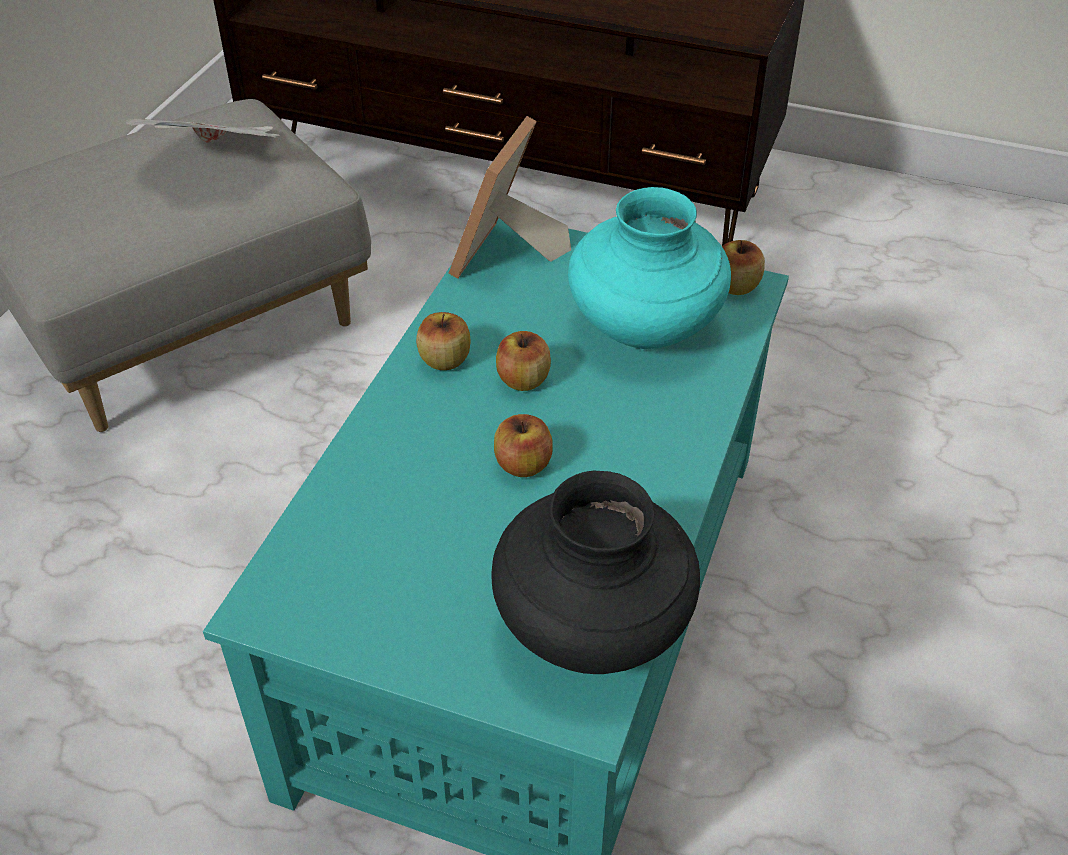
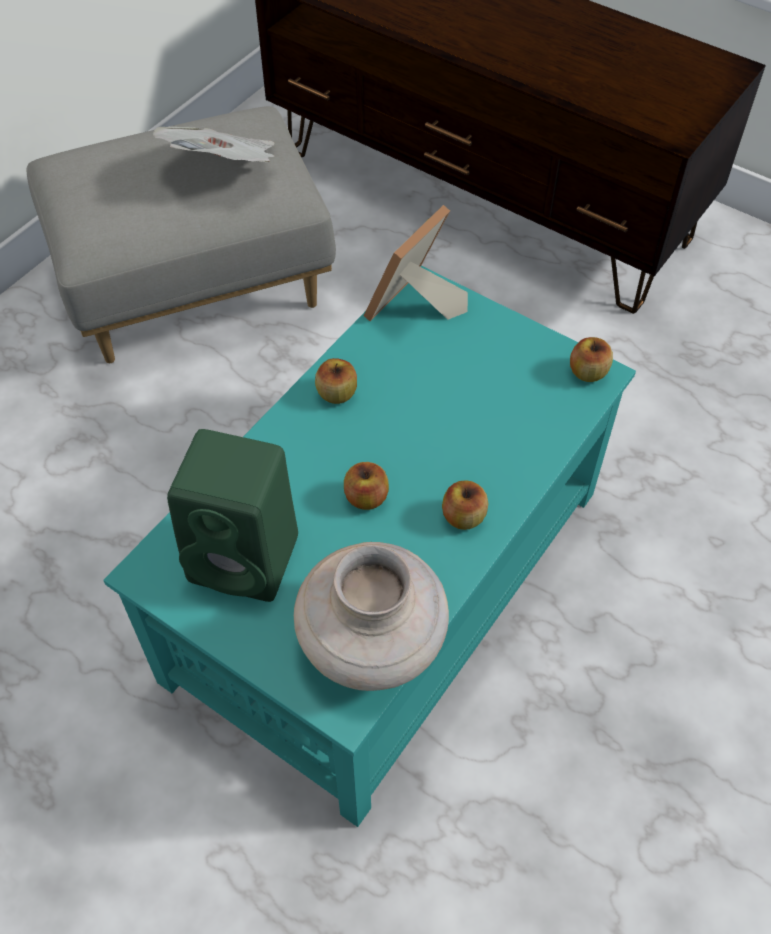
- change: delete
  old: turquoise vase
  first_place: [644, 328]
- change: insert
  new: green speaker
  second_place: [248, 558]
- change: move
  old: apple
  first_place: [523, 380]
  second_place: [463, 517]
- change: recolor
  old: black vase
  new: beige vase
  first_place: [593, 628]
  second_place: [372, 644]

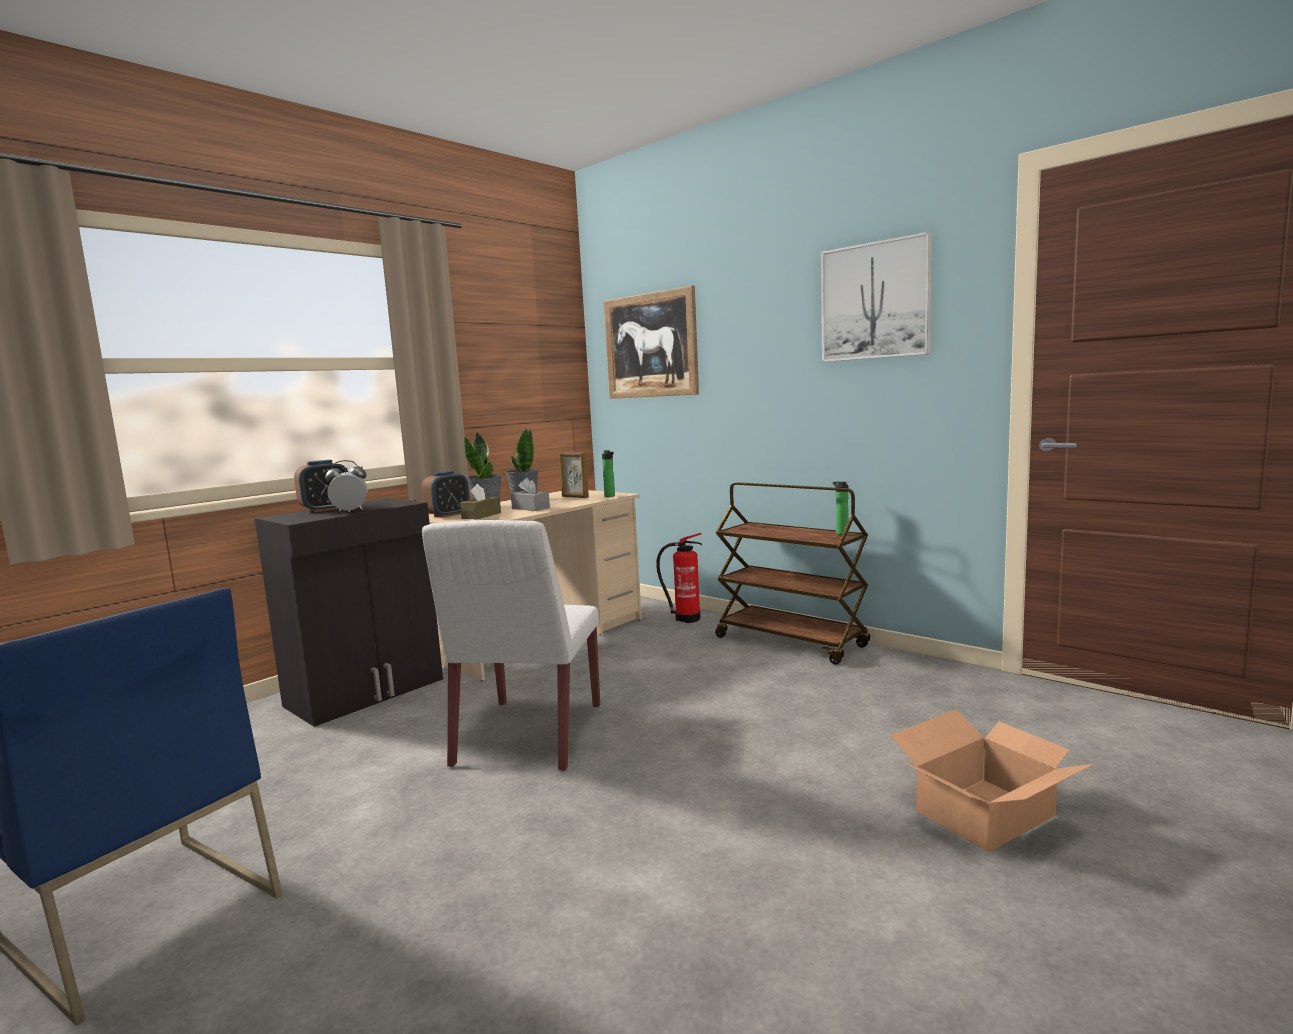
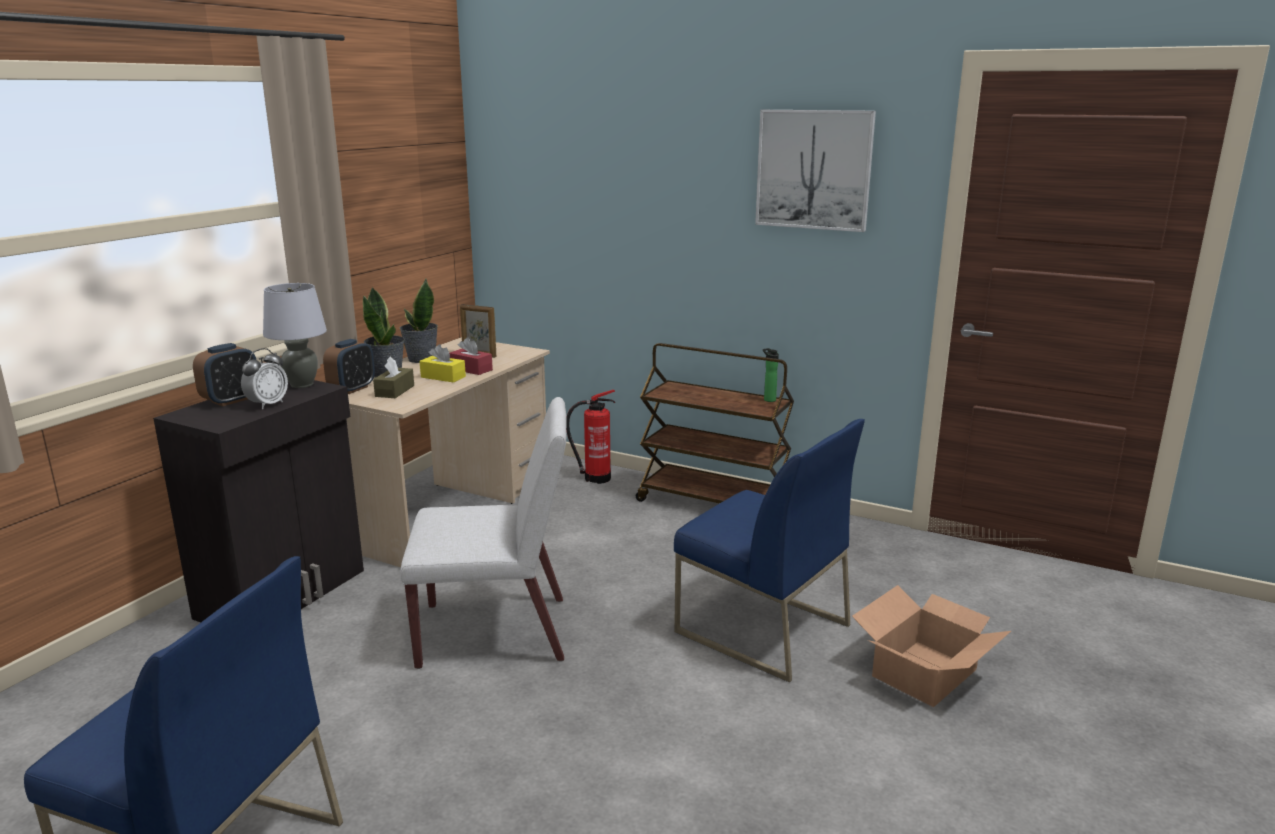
- change: delete
  old: bottle
  first_place: [610, 496]
- change: delete
  old: picture
  first_place: [650, 345]
- change: insert
  new: grey table lamp
  second_place: [302, 384]
- change: insert
  new: red tissue box
  second_place: [471, 369]
- change: insert
  new: blue chair
  second_place: [760, 628]
- change: recolor
  old: grey tissue box
  new: yellow tissue box
  first_place: [530, 508]
  second_place: [443, 377]
- change: rotate
  old: alarm clock
  first_place: [350, 511]
  second_place: [267, 404]
  degrees: 150
- change: rotate
  old: white chair
  first_place: [529, 735]
  second_place: [496, 632]
  degrees: -90

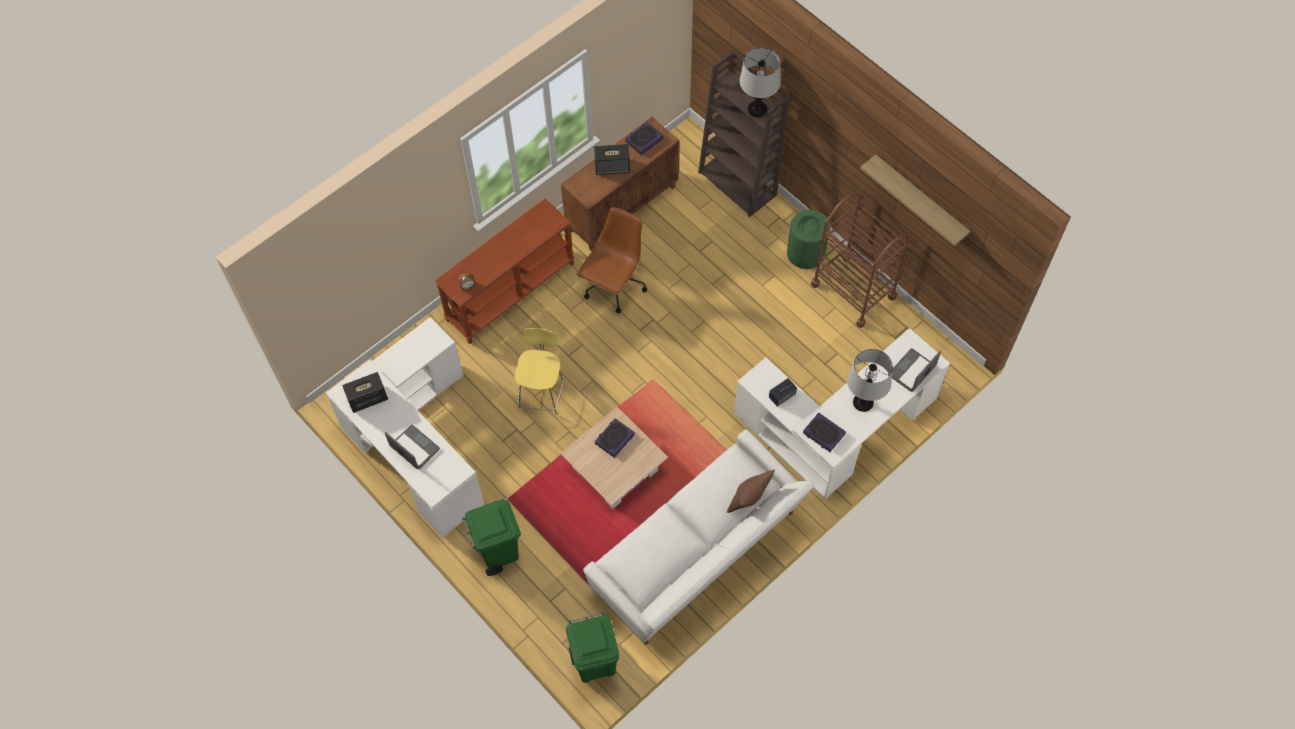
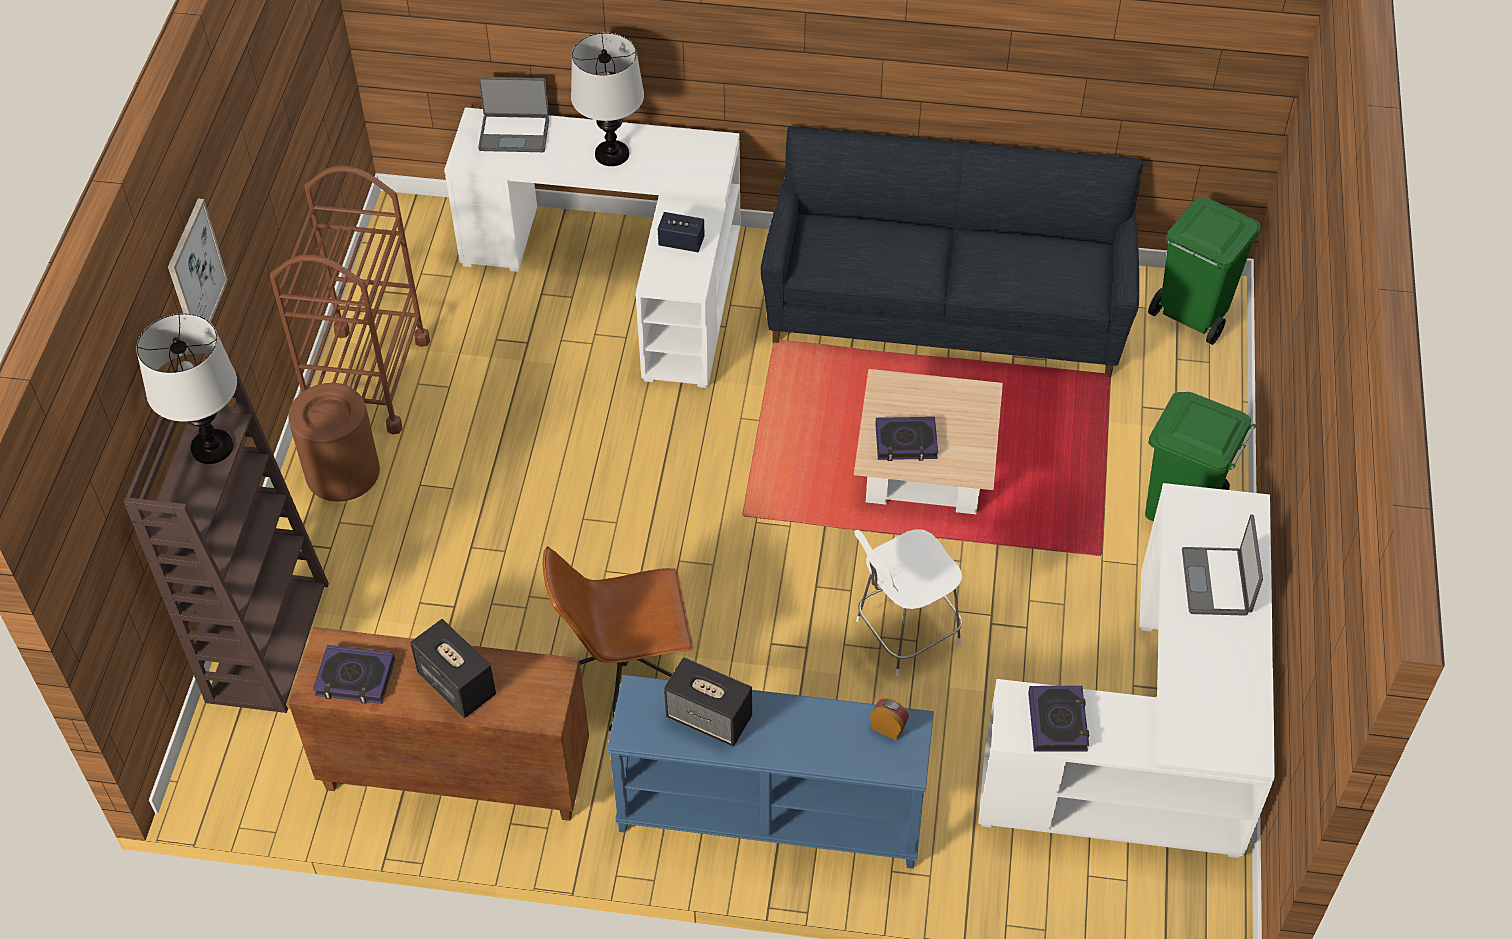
- change: delete
  old: brown pillow
  first_place: [749, 500]
- change: delete
  old: shelf
  first_place: [920, 199]
- change: insert
  new: picture
  second_place: [195, 273]
- change: move
  old: speaker
  first_place: [367, 399]
  second_place: [710, 717]
- change: move
  old: book
  first_place: [823, 434]
  second_place: [1058, 722]
- change: recolor
  old: brown console table
  new: blue console table
  first_place: [510, 291]
  second_place: [769, 816]
- change: recolor
  old: yellow stool
  new: white stool
  first_place: [542, 394]
  second_place: [904, 633]
- change: recolor
  old: white sofa
  new: black sofa
  first_place: [698, 554]
  second_place: [946, 306]
- change: recolor
  old: green trash can
  new: brown trash can
  first_place: [806, 253]
  second_place: [342, 472]

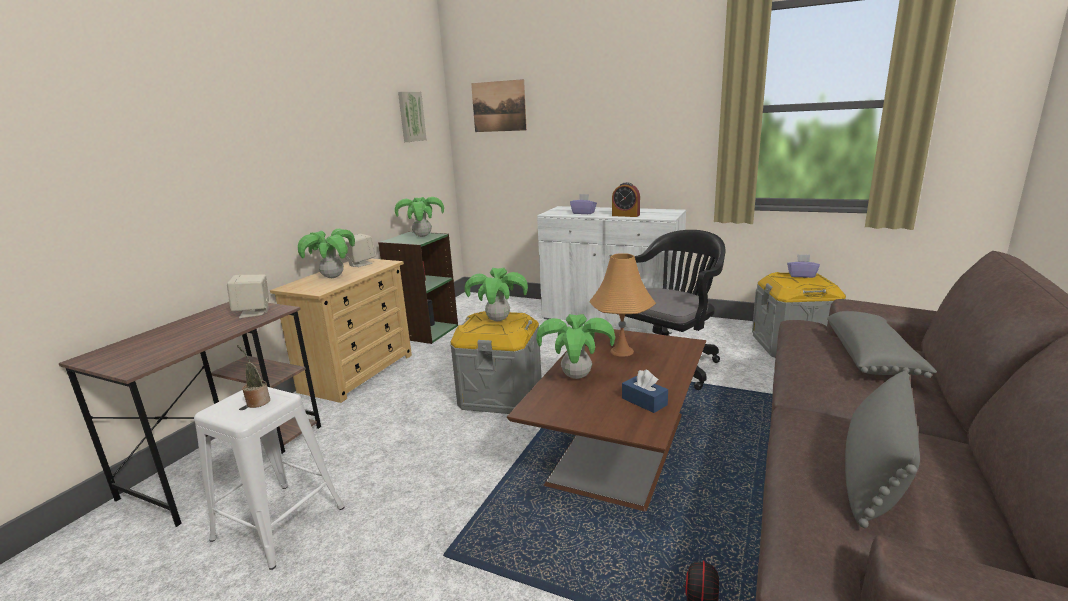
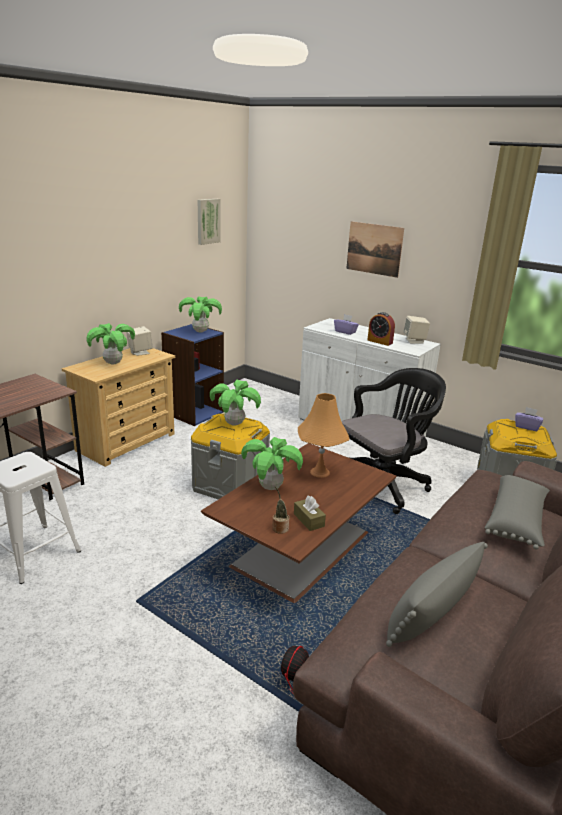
- change: move
  old: beige speaker
  first_place: [253, 312]
  second_place: [414, 341]
- change: move
  old: potted plant
  first_place: [257, 402]
  second_place: [279, 528]
- change: move
  old: picture
  first_place: [499, 106]
  second_place: [374, 249]
- change: recolor
  old: green bookcase
  new: blue bookcase
  first_place: [425, 331]
  second_place: [194, 413]
- change: recolor
  old: blue tissue box
  new: brown tissue box
  first_place: [644, 401]
  second_place: [308, 520]

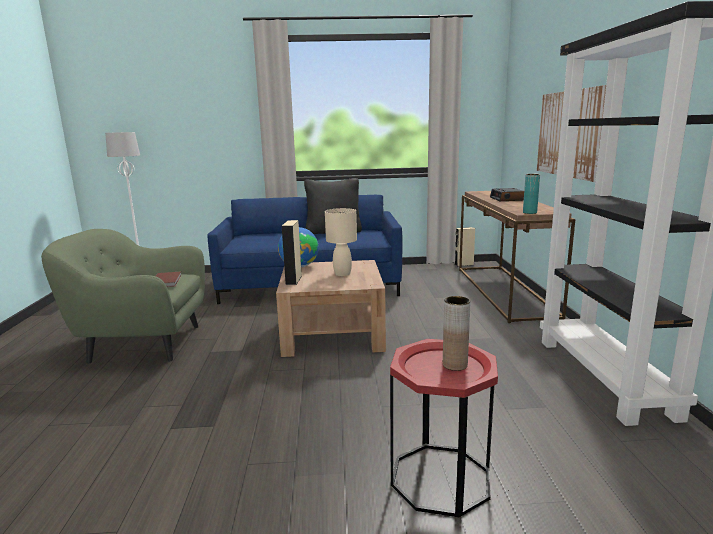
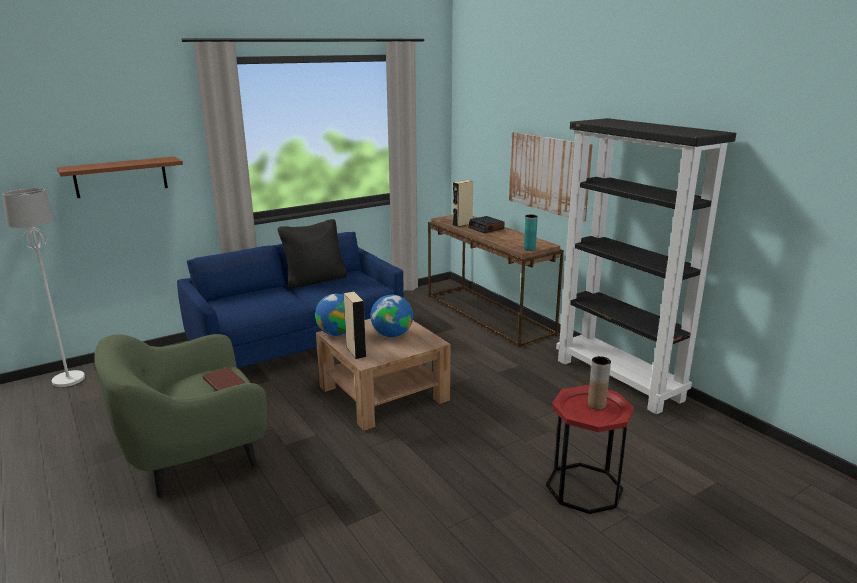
- change: insert
  new: brown shelf
  second_place: [121, 177]
- change: move
  old: beige speaker
  first_place: [464, 264]
  second_place: [462, 224]
- change: replace
  old: beige table lamp
  new: globe
  first_place: [342, 274]
  second_place: [392, 335]

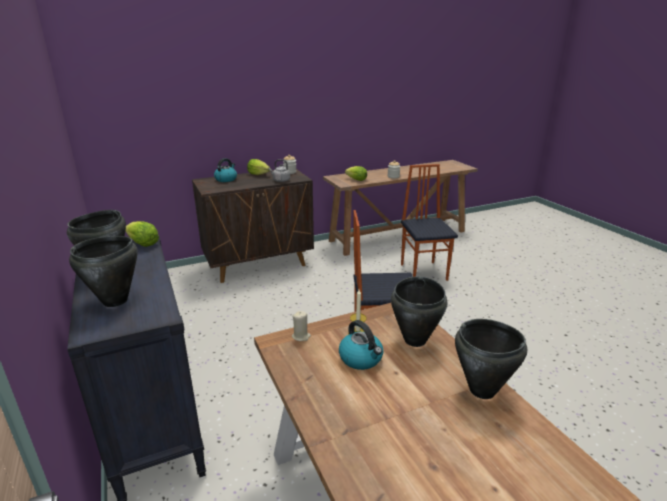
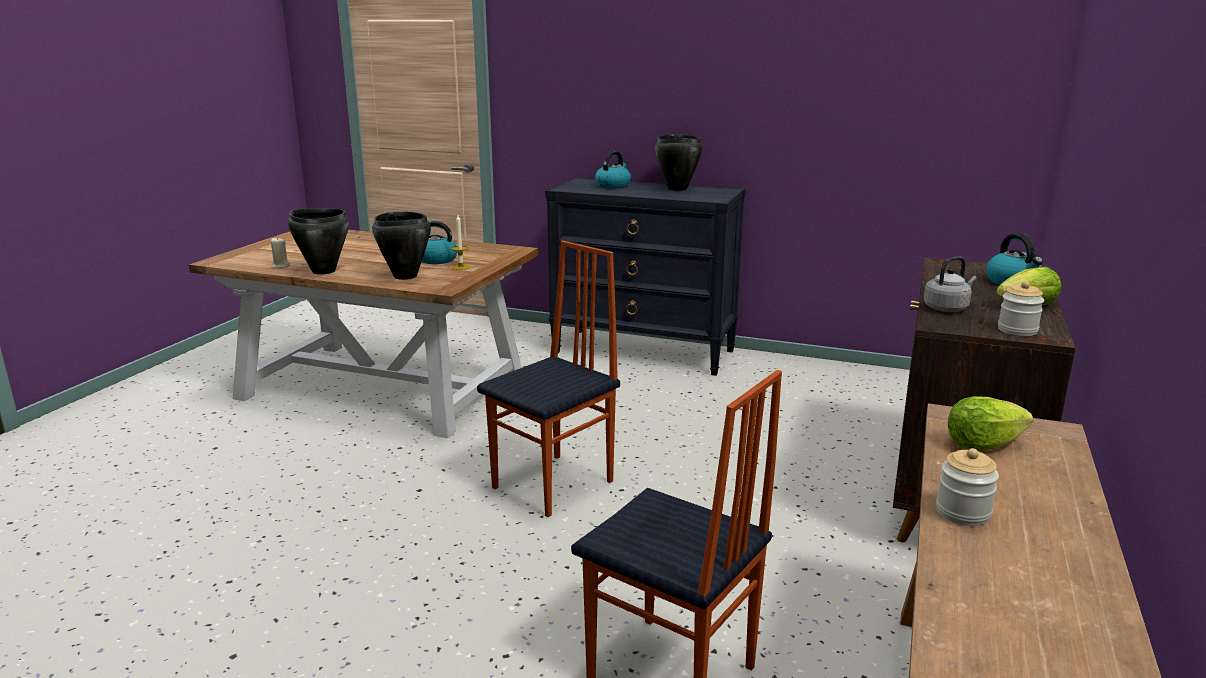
- change: delete
  old: lettuce
  first_place: [143, 244]
- change: move
  old: beige candle
  first_place: [301, 336]
  second_place: [280, 266]
- change: replace
  old: black cooking pot
  new: kettle
  first_place: [115, 301]
  second_place: [613, 185]

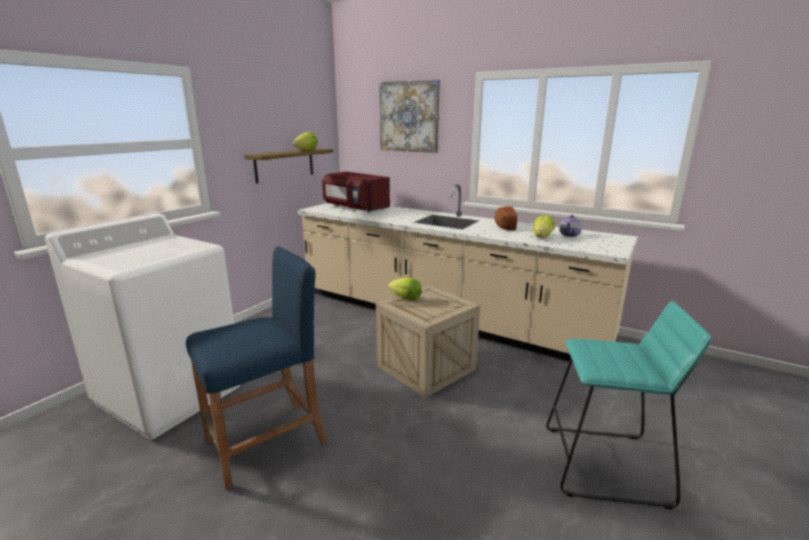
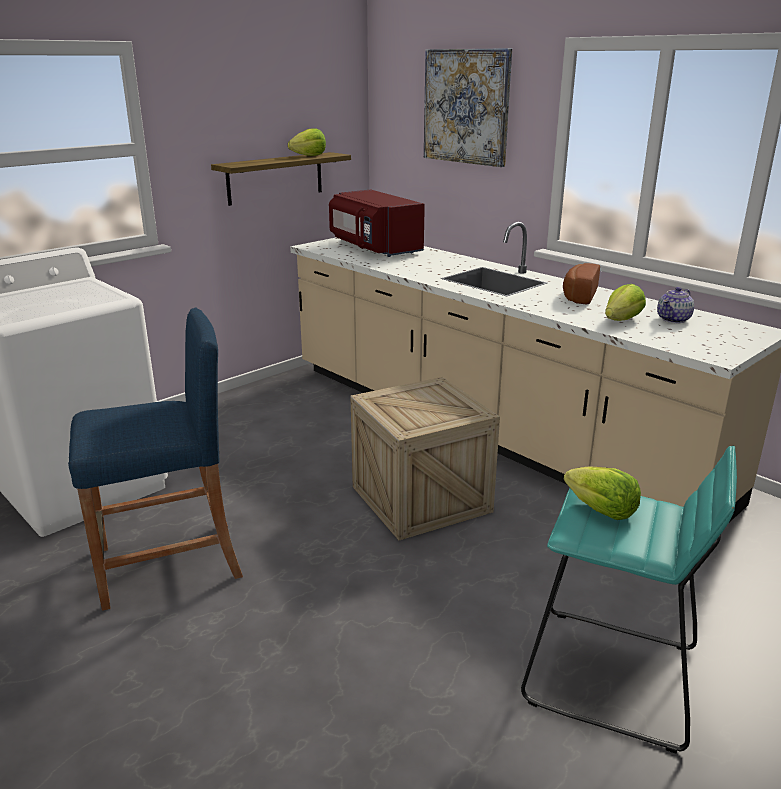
- change: move
  old: lettuce
  first_place: [405, 298]
  second_place: [601, 510]

